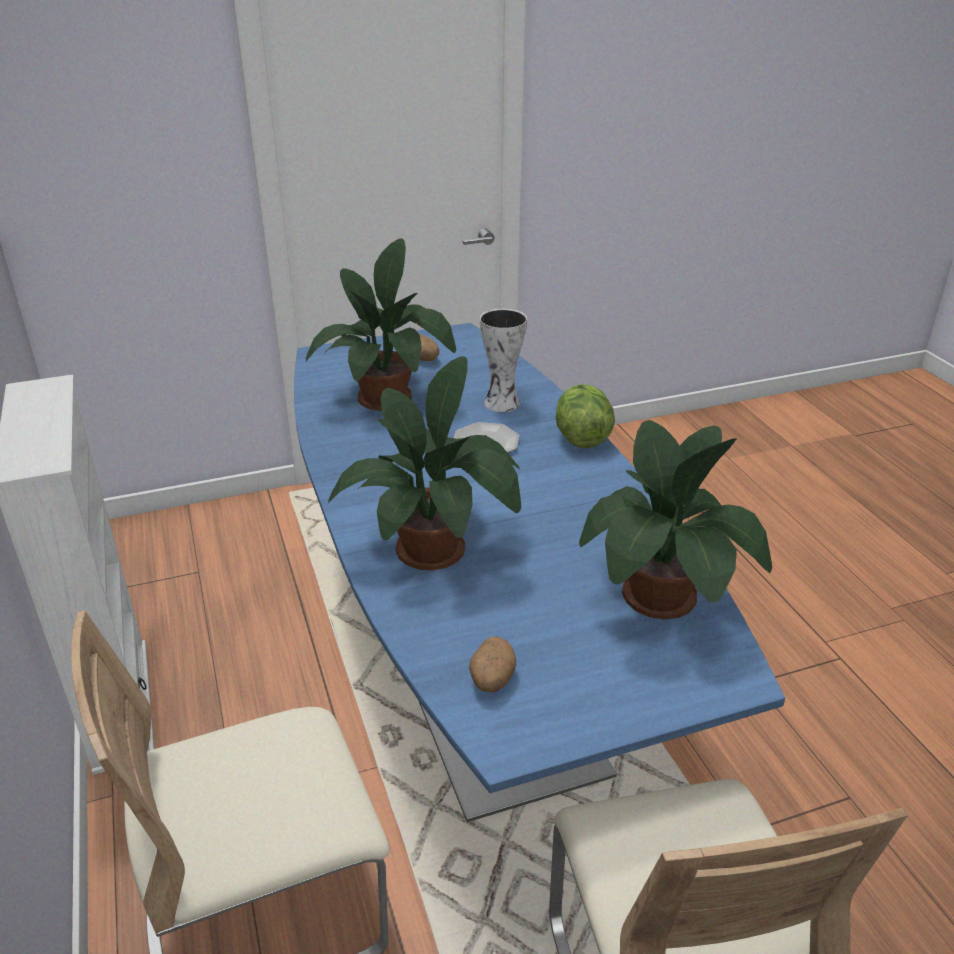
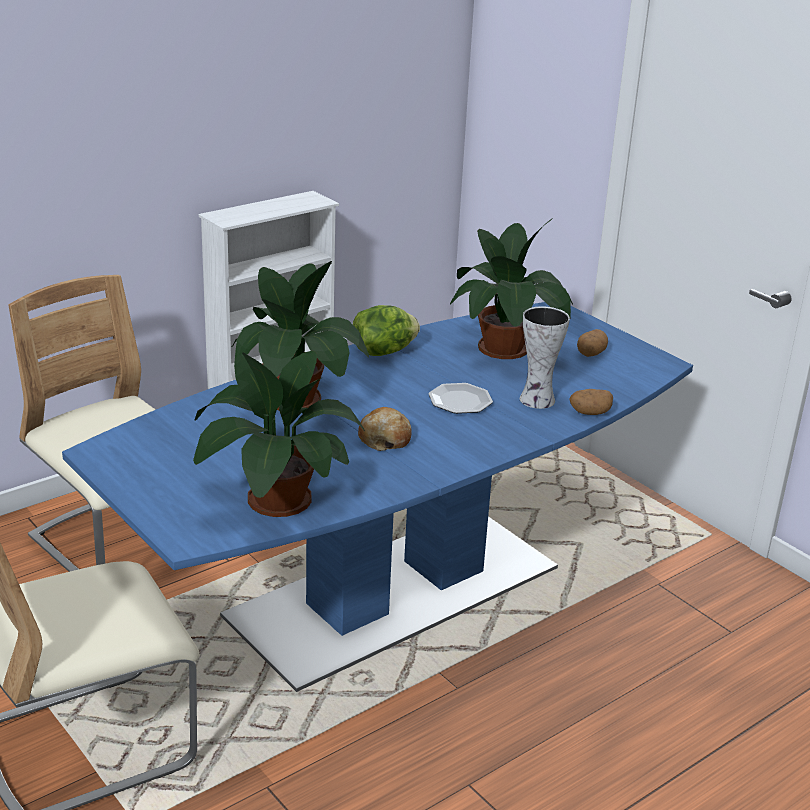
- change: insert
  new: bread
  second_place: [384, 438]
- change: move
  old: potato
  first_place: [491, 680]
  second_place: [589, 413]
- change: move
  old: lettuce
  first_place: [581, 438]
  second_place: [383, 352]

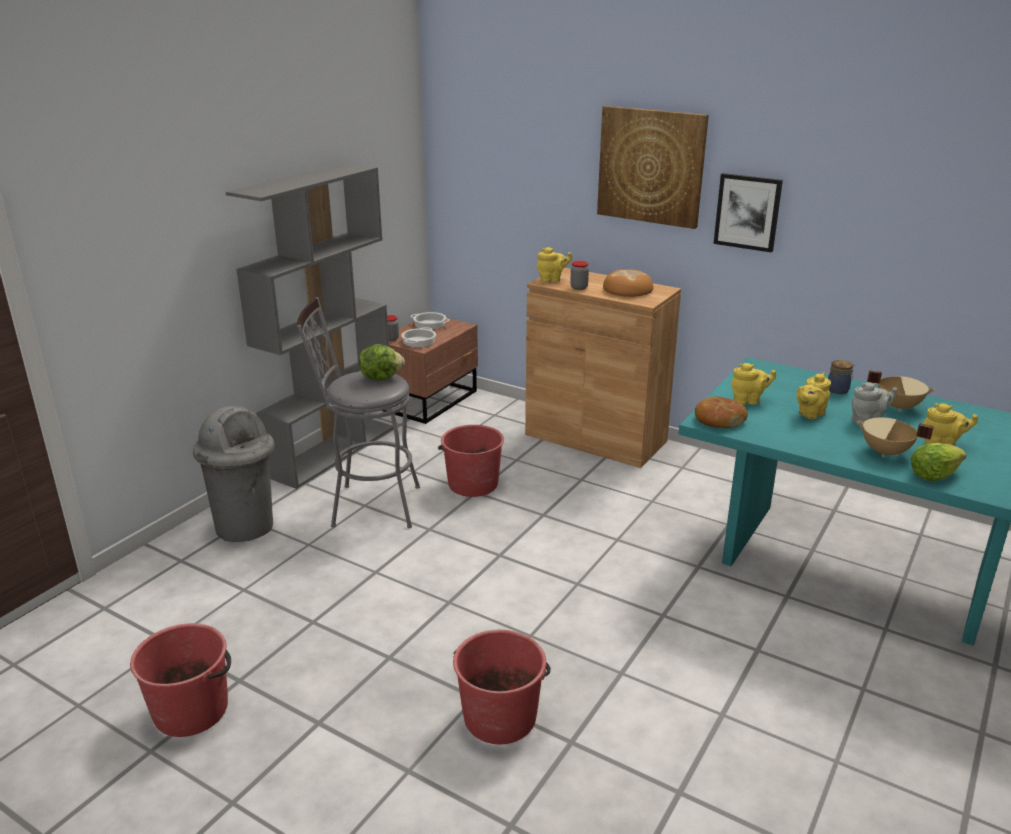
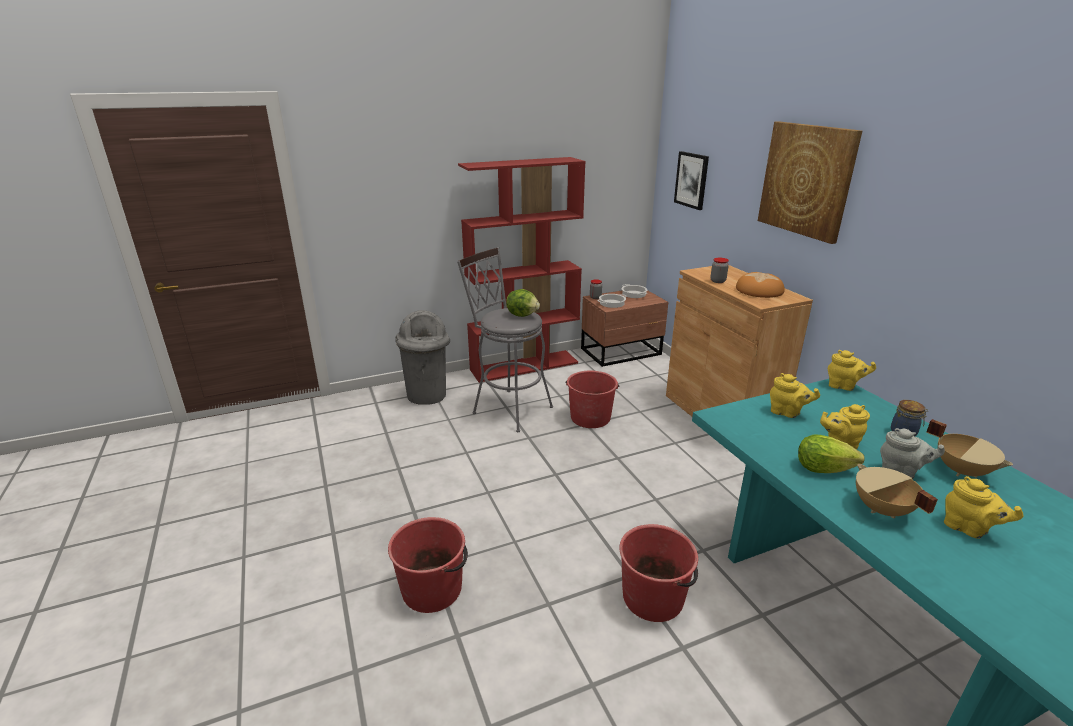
- change: delete
  old: bread
  first_place: [719, 420]
- change: move
  old: red bucket
  first_place: [192, 709]
  second_place: [653, 597]
- change: move
  old: yellow teapot
  first_place: [552, 280]
  second_place: [844, 386]
- change: move
  old: picture
  first_place: [747, 212]
  second_place: [692, 180]
- change: move
  old: lettuce
  first_place: [933, 475]
  second_place: [822, 468]
- change: recolor
  old: grey bookcase
  new: red bookcase
  first_place: [332, 451]
  second_place: [524, 366]

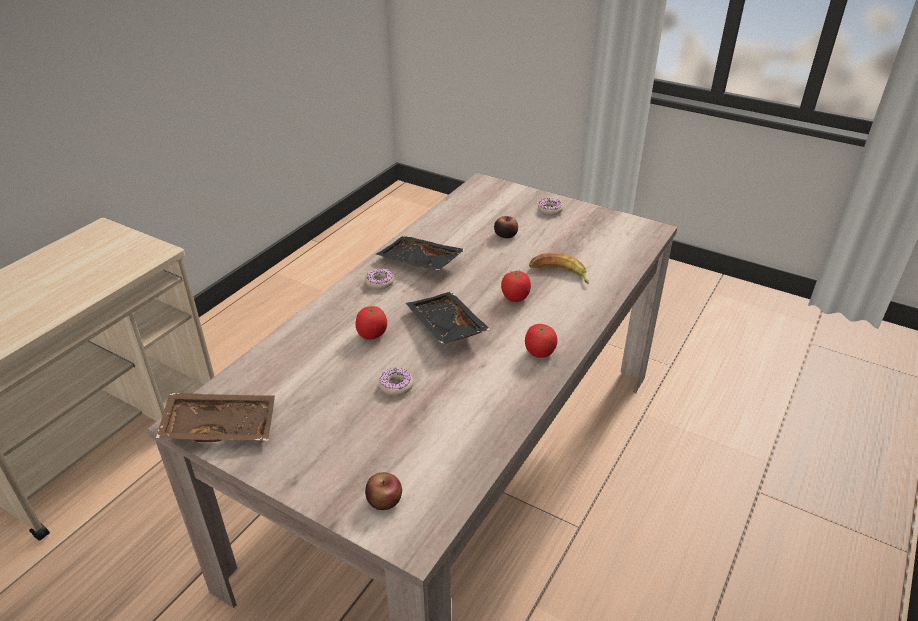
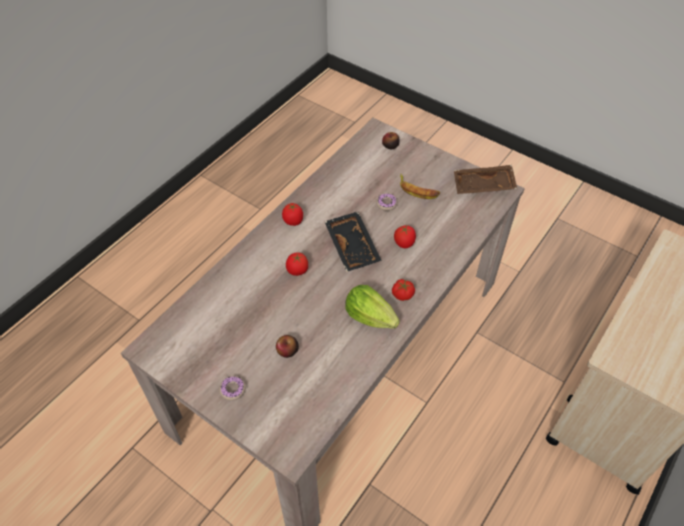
- change: move
  old: banana
  first_place: [559, 273]
  second_place: [417, 190]
- change: replace
  old: donut
  new: tomato
  first_place: [379, 282]
  second_place: [402, 295]
- change: replace
  old: black tray
  new: lettuce
  first_place: [419, 263]
  second_place: [370, 316]

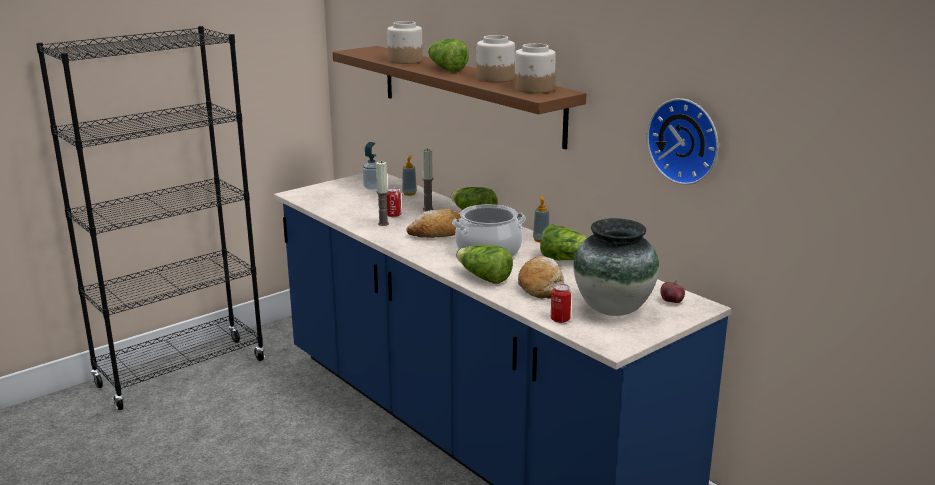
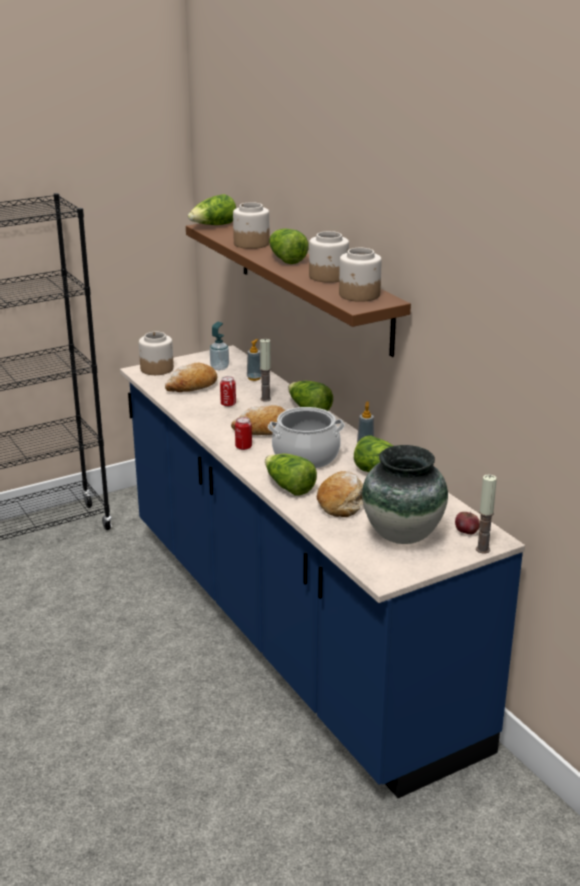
- change: delete
  old: wall clock
  first_place: [686, 140]
- change: insert
  new: jar
  second_place: [157, 369]
- change: insert
  new: bread
  second_place: [192, 387]
- change: insert
  new: lettuce
  second_place: [213, 226]
- change: move
  old: candle
  first_place: [383, 224]
  second_place: [482, 549]
- change: move
  old: can
  first_place: [560, 319]
  second_place: [243, 447]

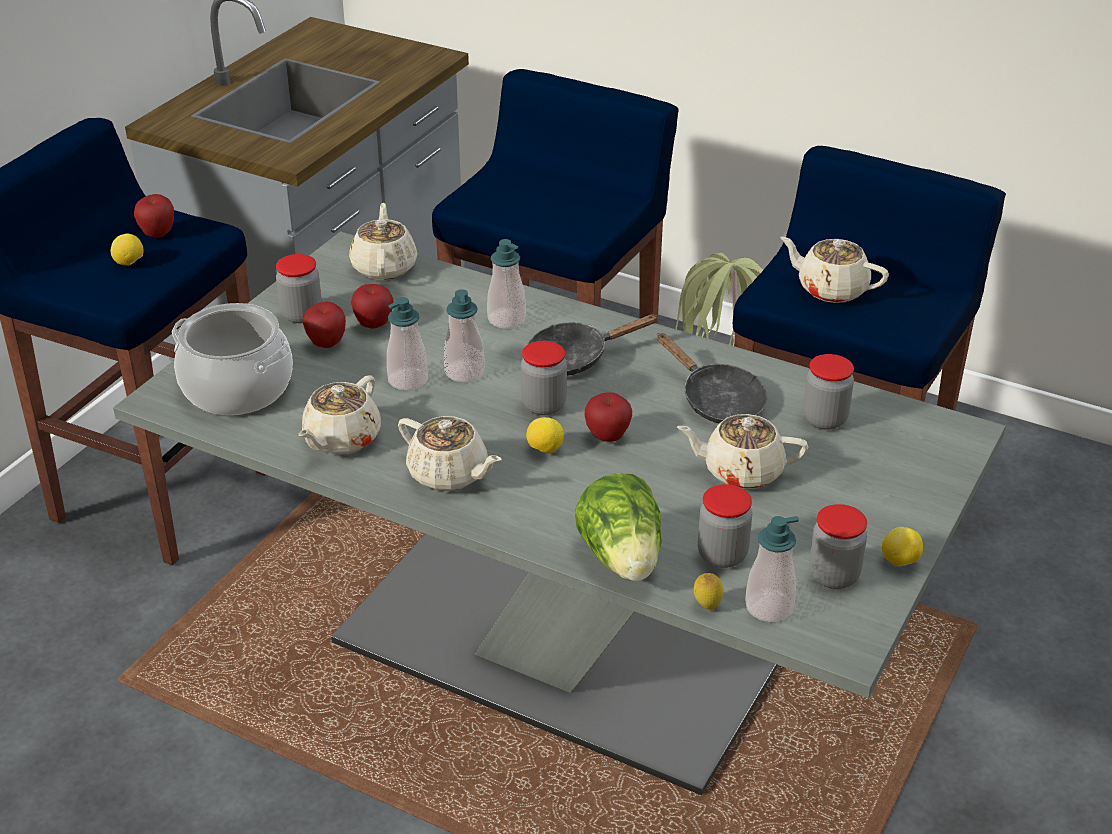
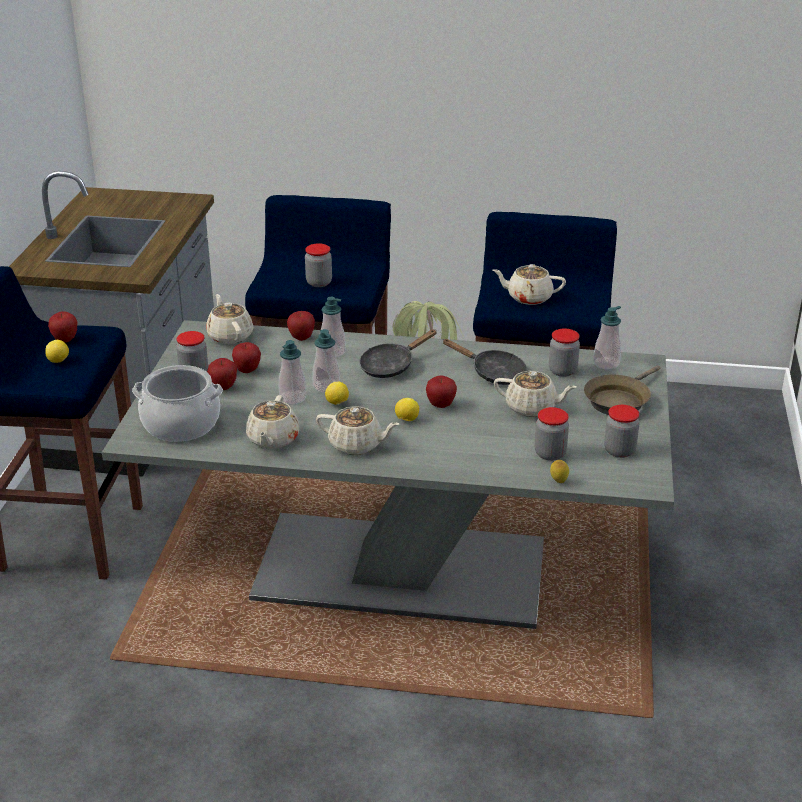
- change: delete
  old: lettuce
  first_place: [622, 558]
- change: insert
  new: apple
  second_place: [301, 338]
- change: insert
  new: brown frying pan
  second_place: [619, 400]
- change: move
  old: jar
  first_place: [544, 405]
  second_place: [319, 283]
- change: move
  old: soap dispenser
  first_place: [769, 607]
  second_place: [606, 363]
- change: move
  old: lemon
  first_place: [900, 562]
  second_place: [337, 403]
- change: rotate
  old: beige teapot
  first_place: [741, 471]
  second_place: [532, 408]
  degrees: -150

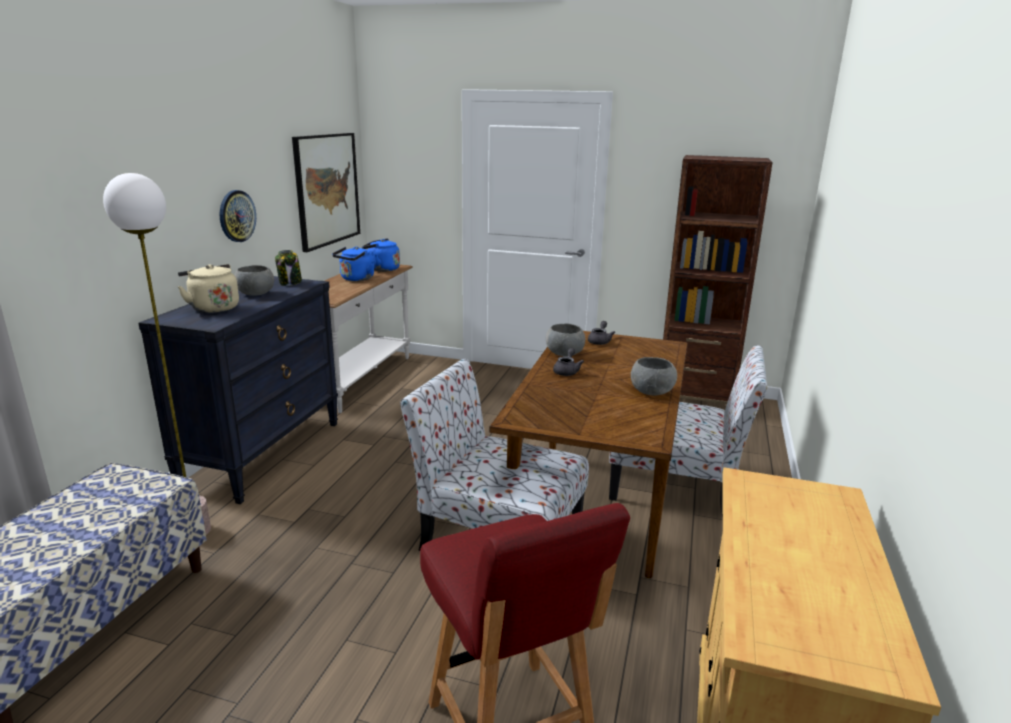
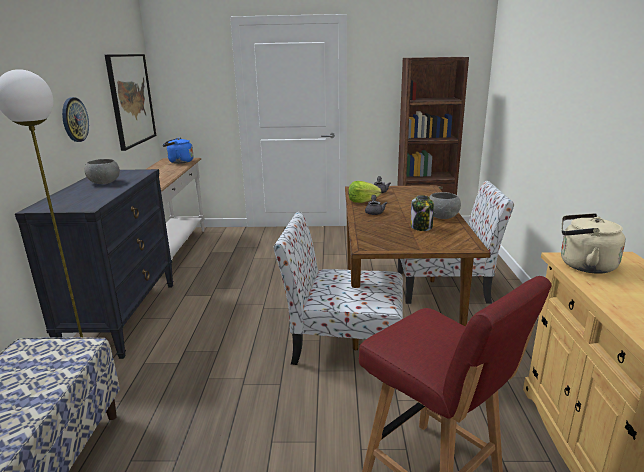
- change: delete
  old: blue kettle
  first_place: [356, 279]
- change: move
  old: beige kettle
  first_place: [213, 308]
  second_place: [583, 265]
- change: move
  old: jar
  first_place: [290, 283]
  second_place: [421, 227]
- change: replace
  old: grey bowl
  new: lettuce
  first_place: [564, 353]
  second_place: [362, 201]

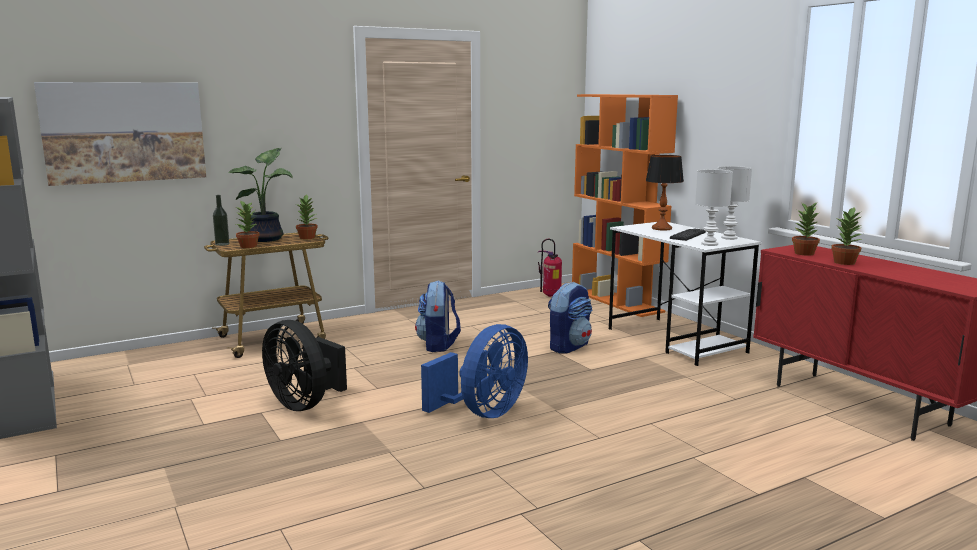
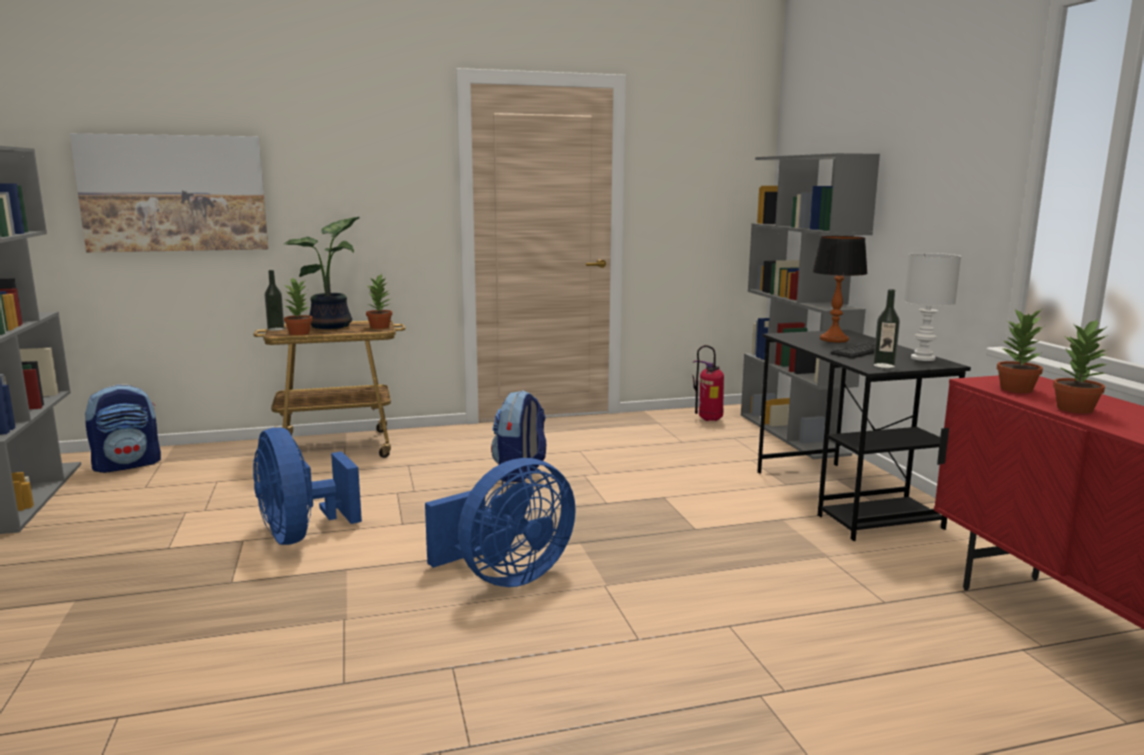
- change: move
  old: backpack
  first_place: [569, 347]
  second_place: [128, 465]
- change: replace
  old: white table lamp
  new: bottle
  first_place: [710, 244]
  second_place: [884, 365]
- change: recolor
  old: black fan
  new: blue fan
  first_place: [304, 404]
  second_place: [301, 535]
- change: recolor
  old: orange bookcase
  new: grey bookcase
  first_place: [617, 301]
  second_place: [793, 434]
- change: recolor
  old: white desk
  new: black desk
  first_place: [676, 340]
  second_place: [844, 498]

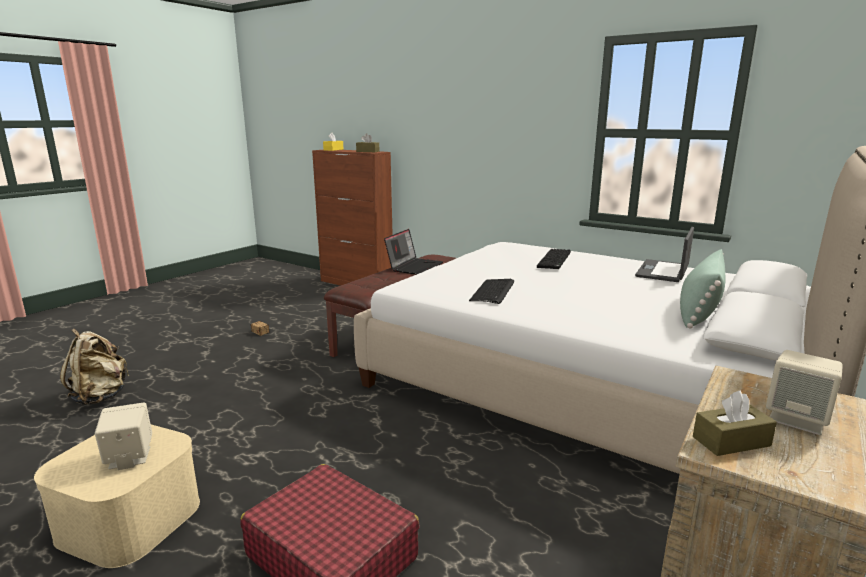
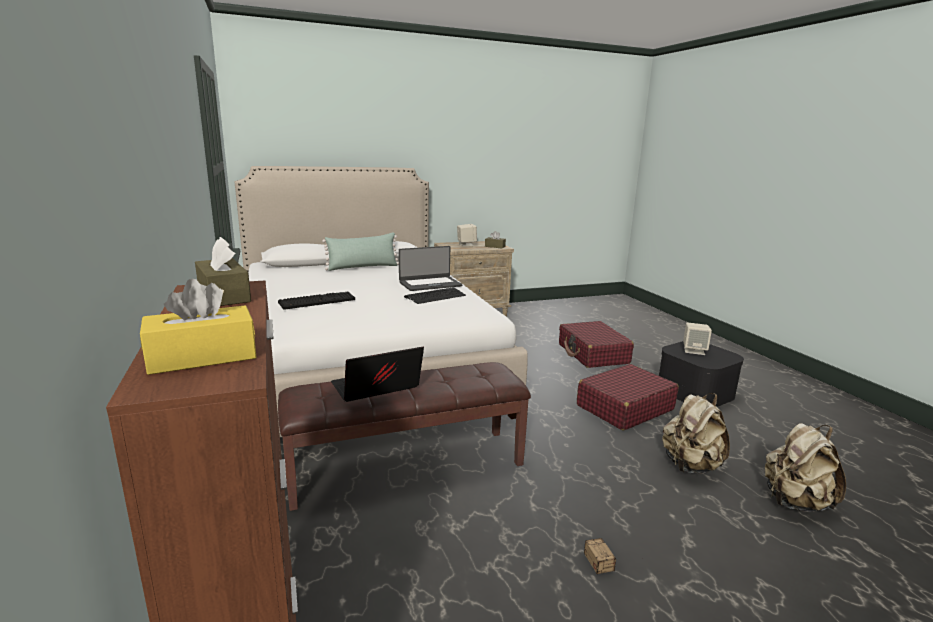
- change: insert
  new: red suitcase
  second_place: [624, 407]
- change: insert
  new: beige backpack
  second_place: [690, 466]
- change: move
  old: laptop
  first_place: [663, 271]
  second_place: [430, 284]
- change: recolor
  old: beige storage box
  new: black storage box
  first_place: [129, 519]
  second_place: [695, 391]

